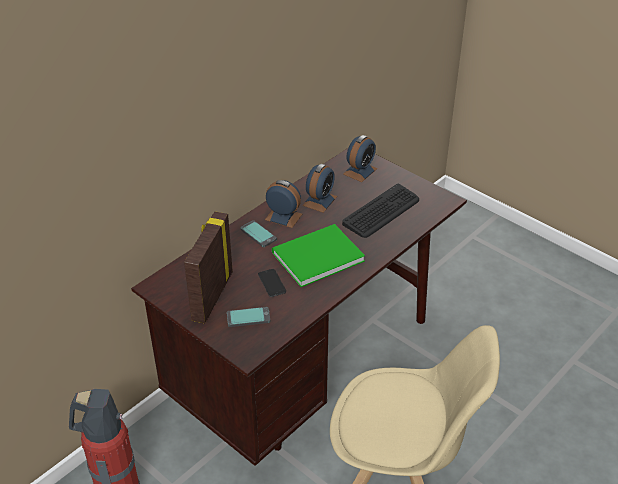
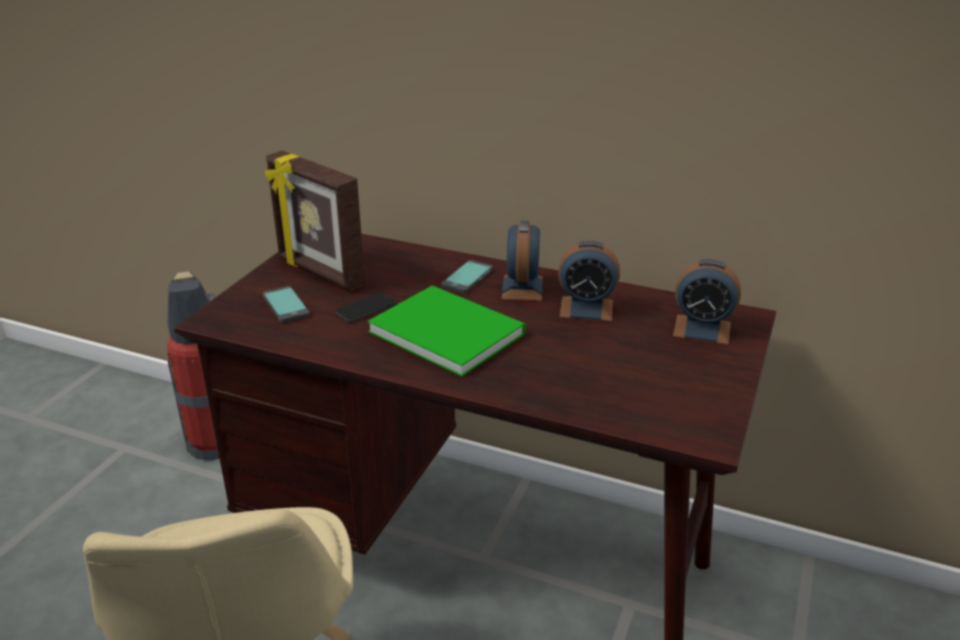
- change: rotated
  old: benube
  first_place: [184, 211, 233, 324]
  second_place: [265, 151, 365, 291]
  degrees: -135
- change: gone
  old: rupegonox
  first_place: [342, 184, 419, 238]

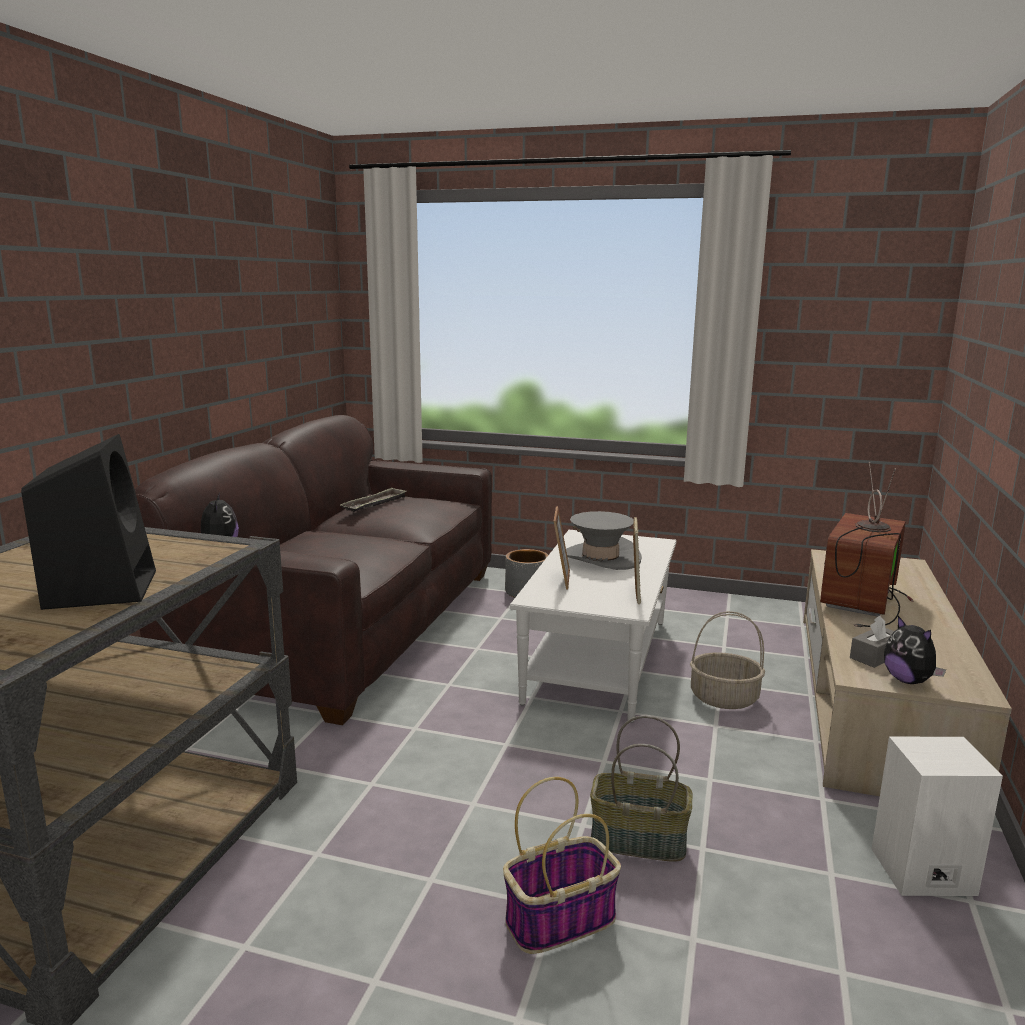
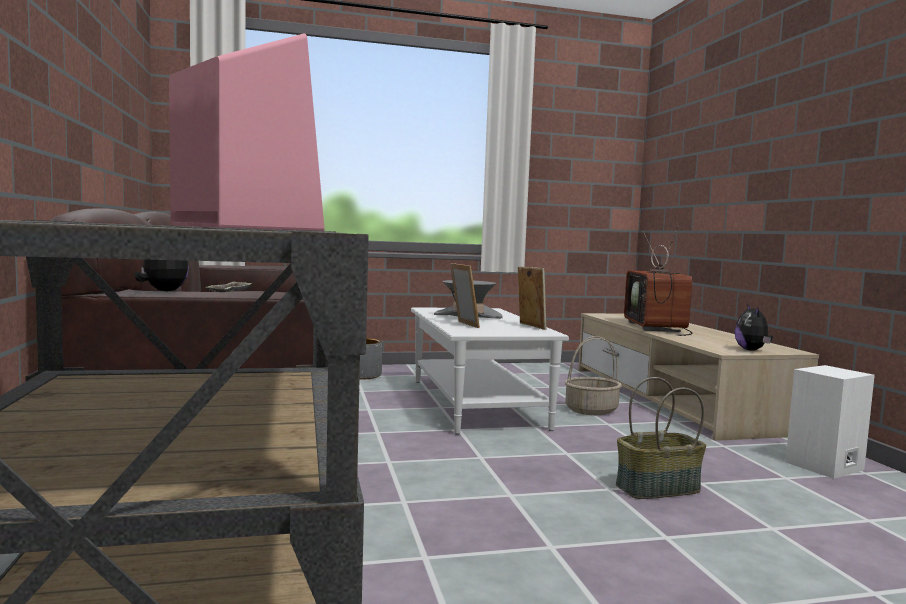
- change: repainted
  old: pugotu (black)
  new: pugotu (pink)
  first_place: [21, 434, 156, 610]
  second_place: [169, 33, 325, 231]
- change: gone
  old: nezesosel
  first_place: [503, 777, 621, 954]
- change: gone
  old: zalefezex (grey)
  first_place: [850, 616, 894, 668]
- change: rotated
  old: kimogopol
  first_place: [884, 616, 946, 684]
  second_place: [735, 304, 773, 351]
  degrees: 60

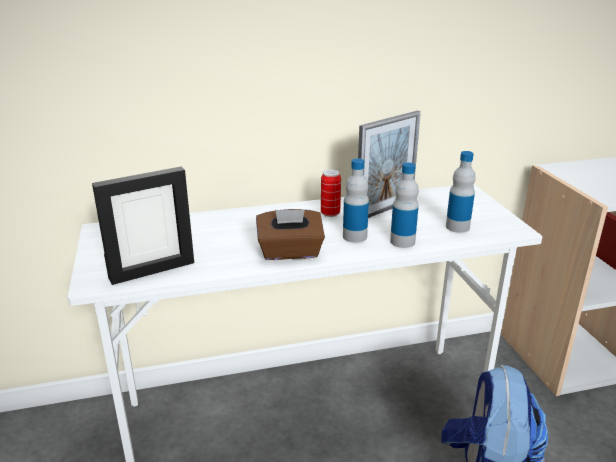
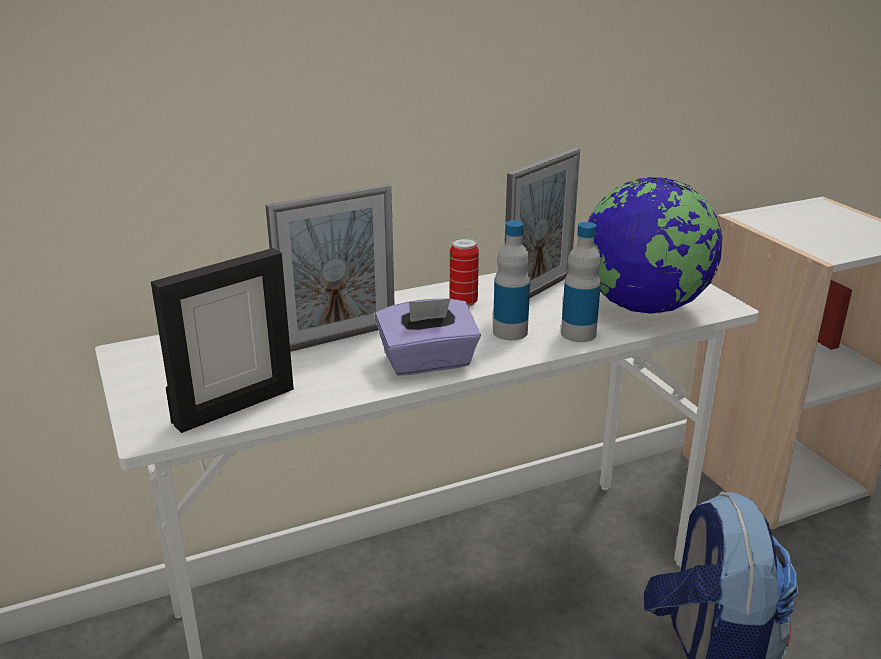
- change: repainted
  old: zalefezex (brown)
  new: zalefezex (purple)
  first_place: [256, 209, 325, 260]
  second_place: [375, 298, 481, 376]
- change: swapped
  old: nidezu
  new: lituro
  first_place: [446, 151, 476, 233]
  second_place: [588, 177, 722, 314]
- change: new
  new: benube
  second_place: [266, 184, 395, 352]

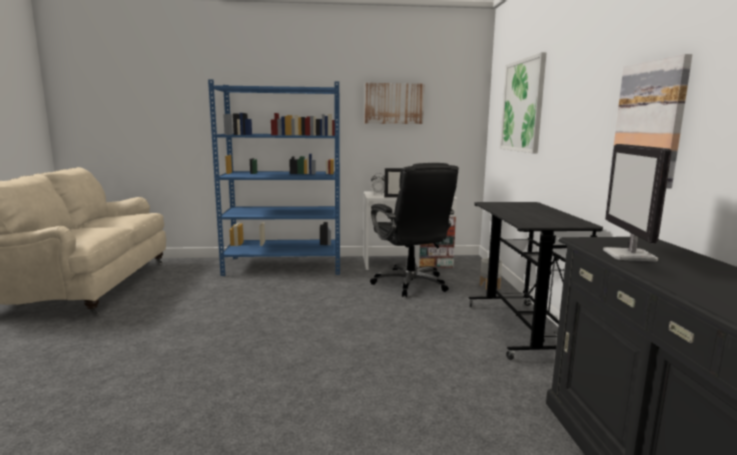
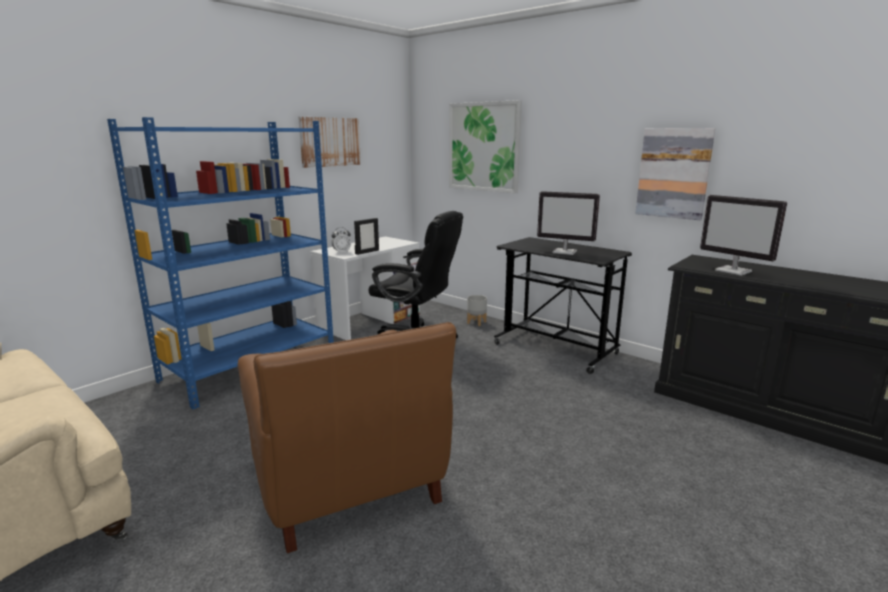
- change: new
  new: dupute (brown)
  second_place: [237, 322, 456, 553]
- change: new
  new: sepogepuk
  second_place: [537, 191, 600, 255]

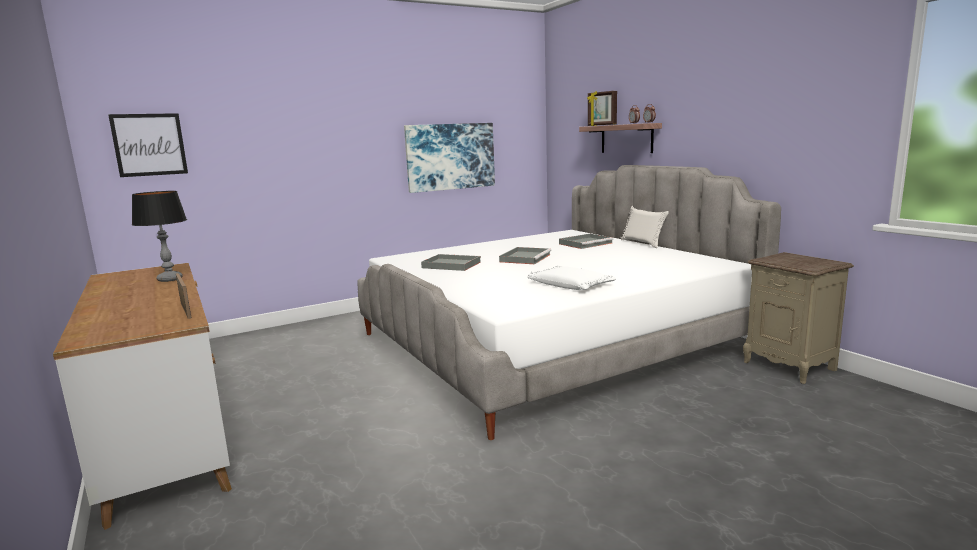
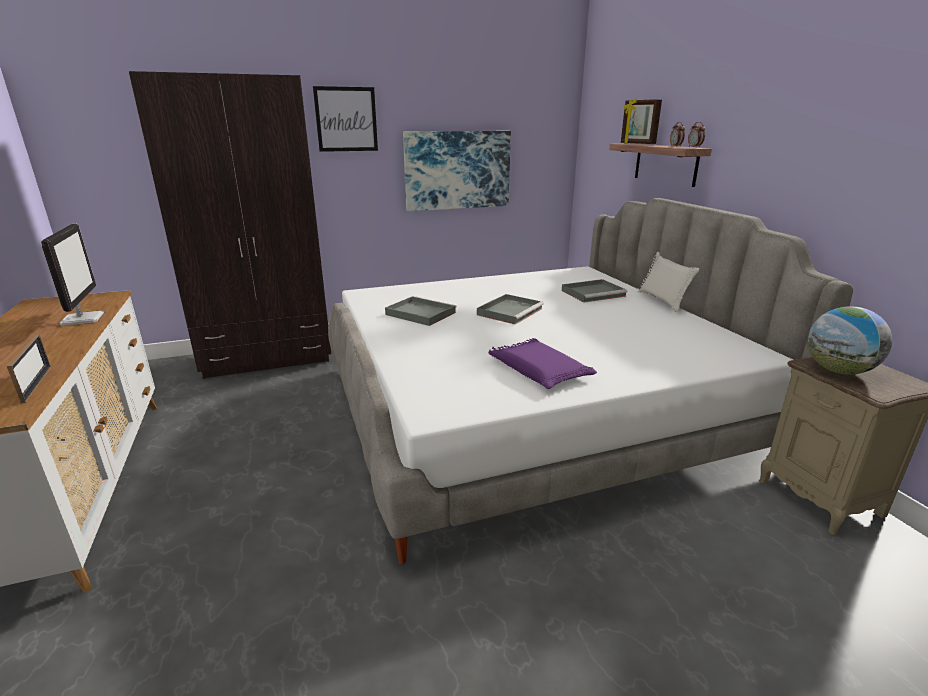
- change: shifted
  old: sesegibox
  first_place: [108, 113, 188, 177]
  second_place: [313, 86, 378, 152]
- change: swapped
  old: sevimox
  new: sepogepuk
  first_place: [132, 191, 187, 282]
  second_place: [41, 224, 104, 326]
- change: repainted
  old: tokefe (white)
  new: tokefe (purple)
  first_place: [527, 266, 616, 290]
  second_place: [488, 338, 597, 389]
- change: new
  new: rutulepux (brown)
  second_place: [129, 71, 331, 379]
- change: new
  new: lituro
  second_place: [808, 306, 892, 375]

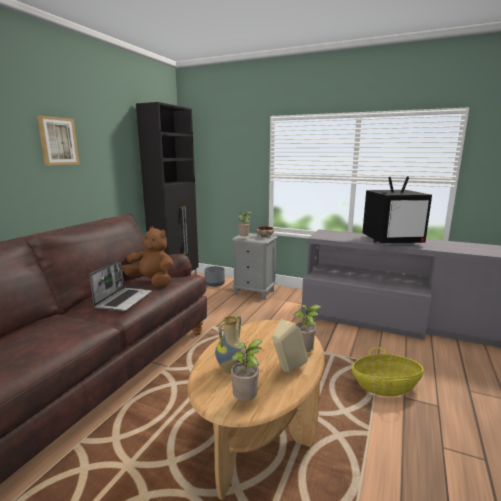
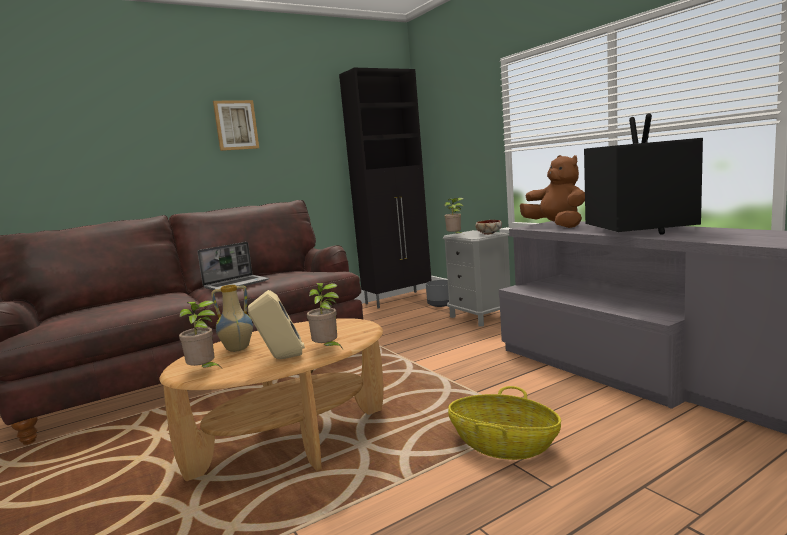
- change: shifted
  old: kimogopol (brown)
  first_place: [122, 226, 173, 287]
  second_place: [520, 155, 585, 228]
- change: rotated
  old: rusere
  first_place: [362, 176, 432, 244]
  second_place: [584, 113, 703, 235]
  degrees: -120

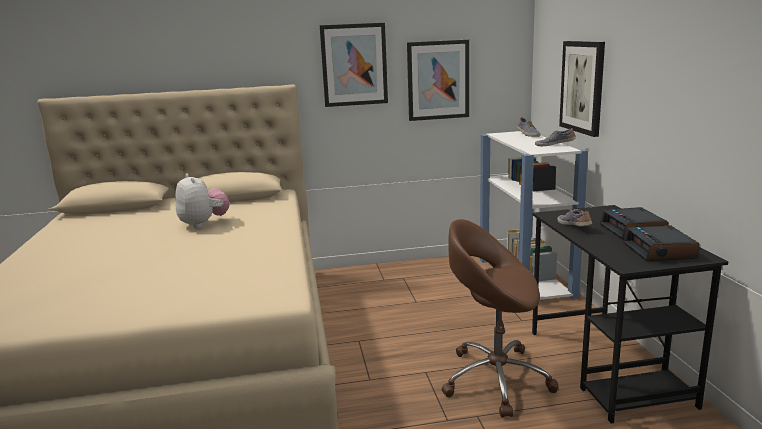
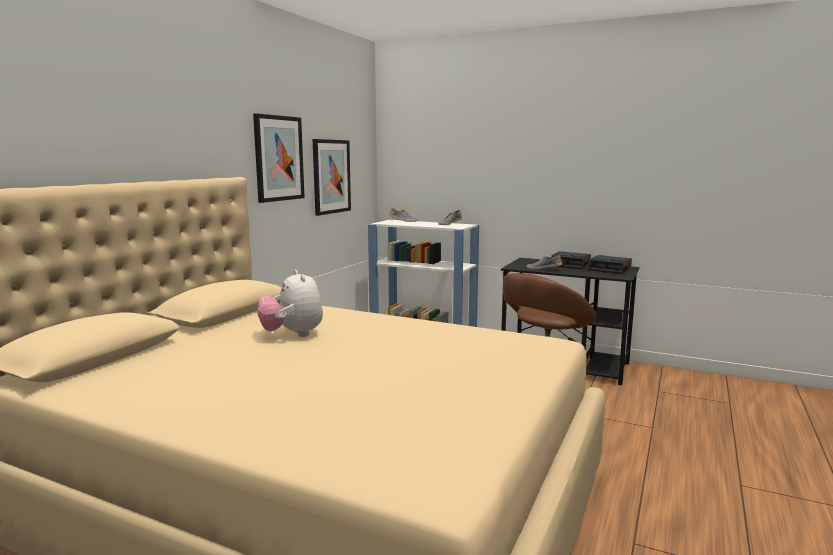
- change: rotated
  old: kimogopol
  first_place: [175, 174, 230, 228]
  second_place: [258, 270, 323, 337]
  degrees: -120
- change: gone
  old: sesegibox
  first_place: [559, 41, 605, 137]

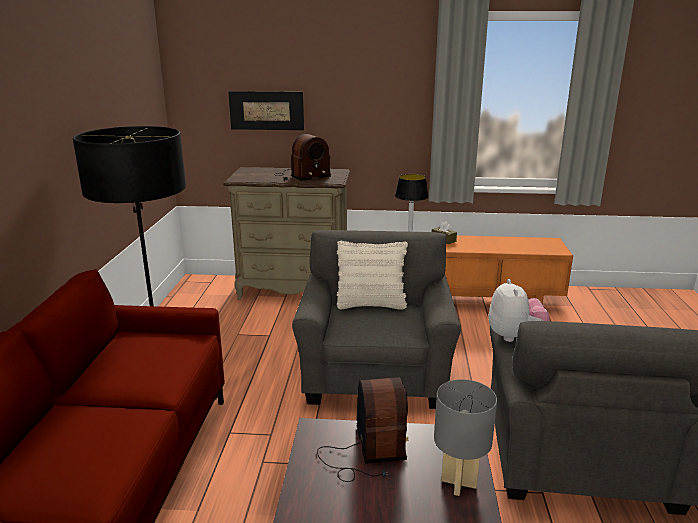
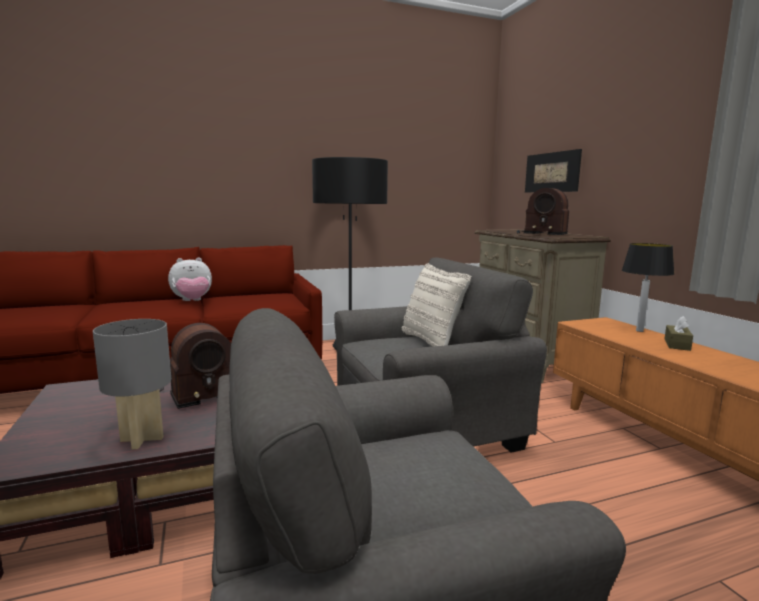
- change: shifted
  old: kimogopol
  first_place: [489, 279, 550, 342]
  second_place: [168, 257, 212, 301]

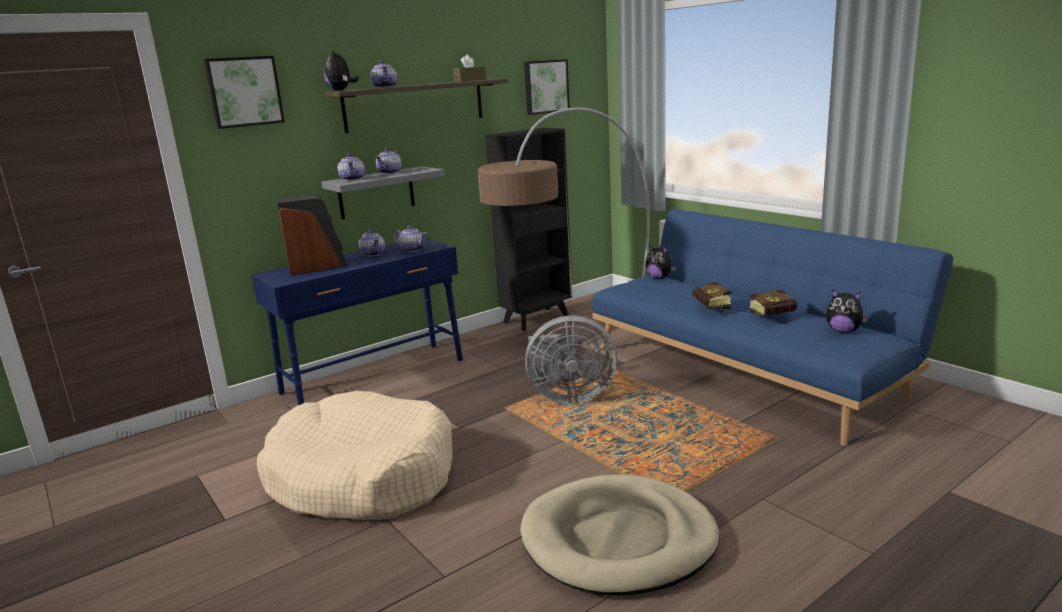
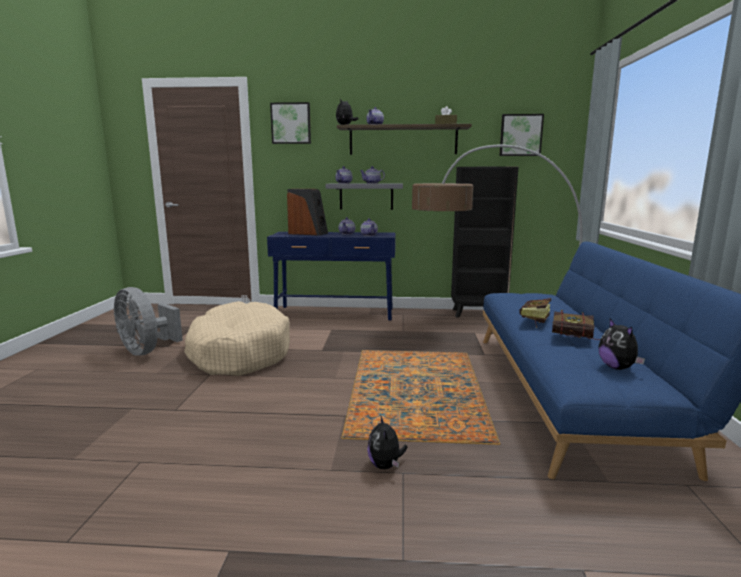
- change: gone
  old: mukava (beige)
  first_place: [520, 474, 719, 596]
- change: shifted
  old: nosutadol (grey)
  first_place: [525, 316, 617, 404]
  second_place: [114, 287, 183, 356]
- change: shifted
  old: kimogopol
  first_place: [646, 245, 676, 279]
  second_place: [367, 415, 407, 469]

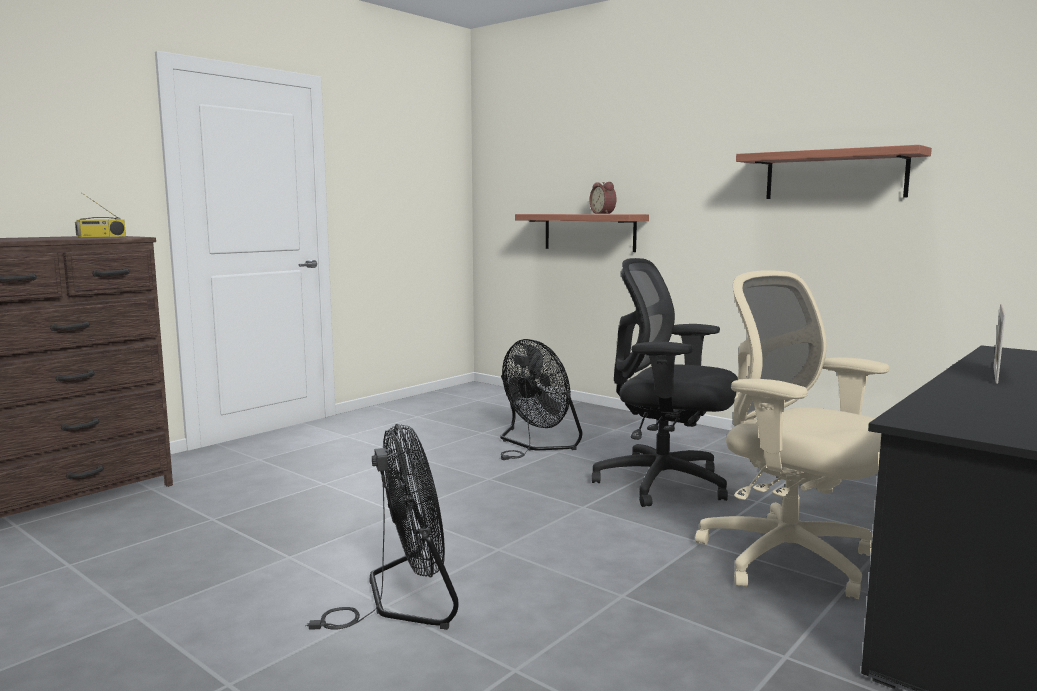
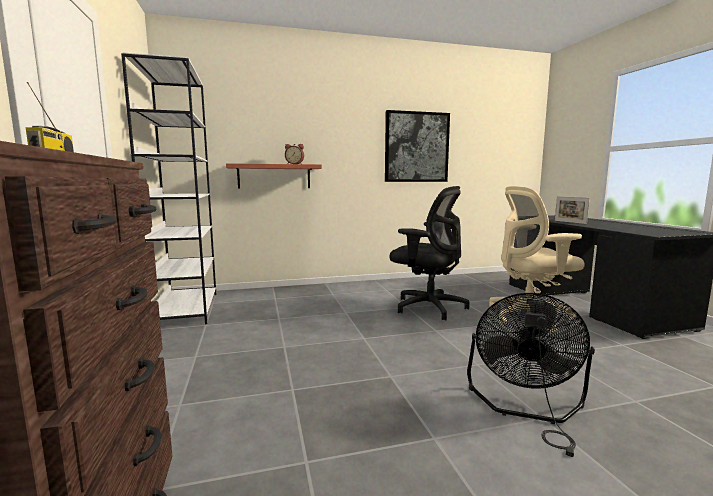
- change: gone
  old: nosutadol (black)
  first_place: [500, 339, 582, 460]
- change: rotated
  old: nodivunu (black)
  first_place: [592, 258, 738, 507]
  second_place: [389, 186, 469, 320]
  degrees: -120
- change: swapped
  old: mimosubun
  new: sesegibox
  first_place: [736, 145, 932, 199]
  second_place: [385, 110, 450, 182]
- change: new
  new: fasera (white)
  second_place: [121, 52, 217, 324]

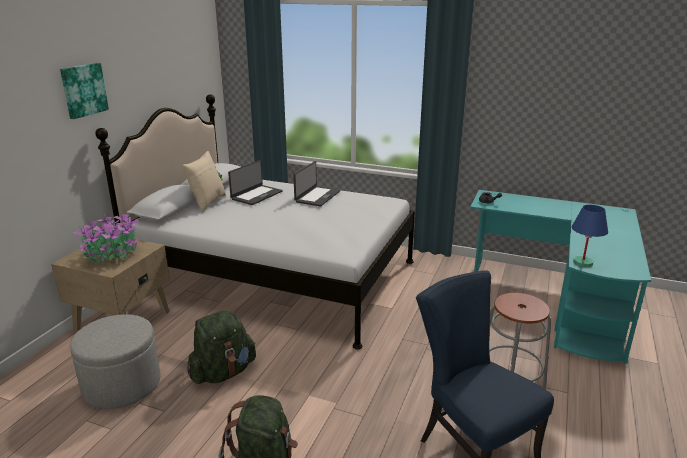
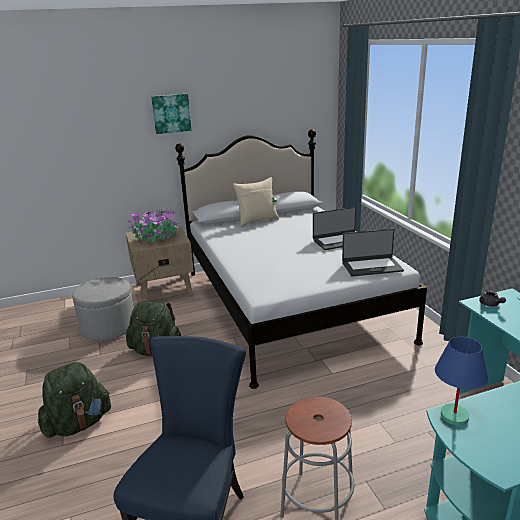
- change: shifted
  old: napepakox
  first_place: [228, 160, 283, 205]
  second_place: [342, 229, 404, 277]

